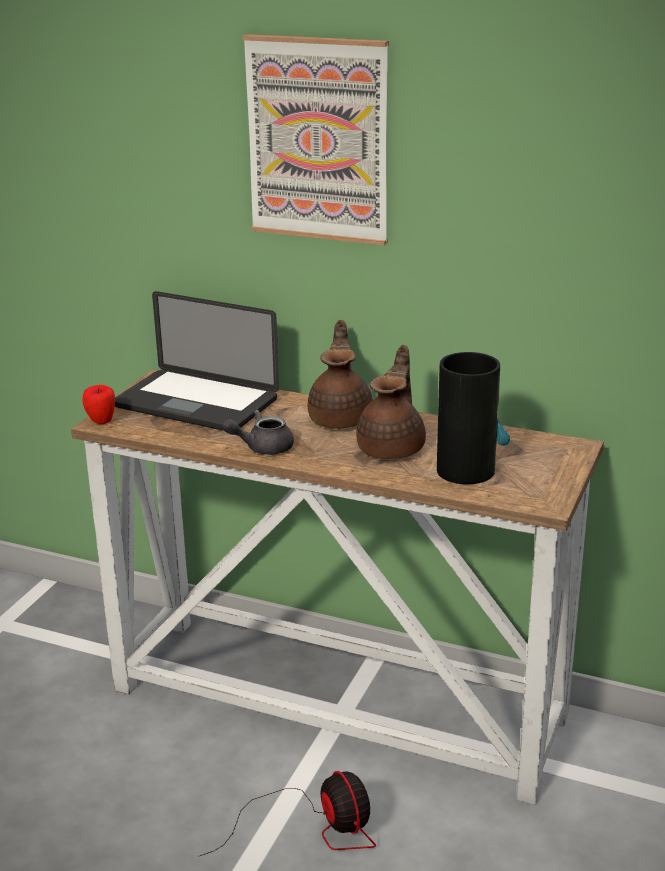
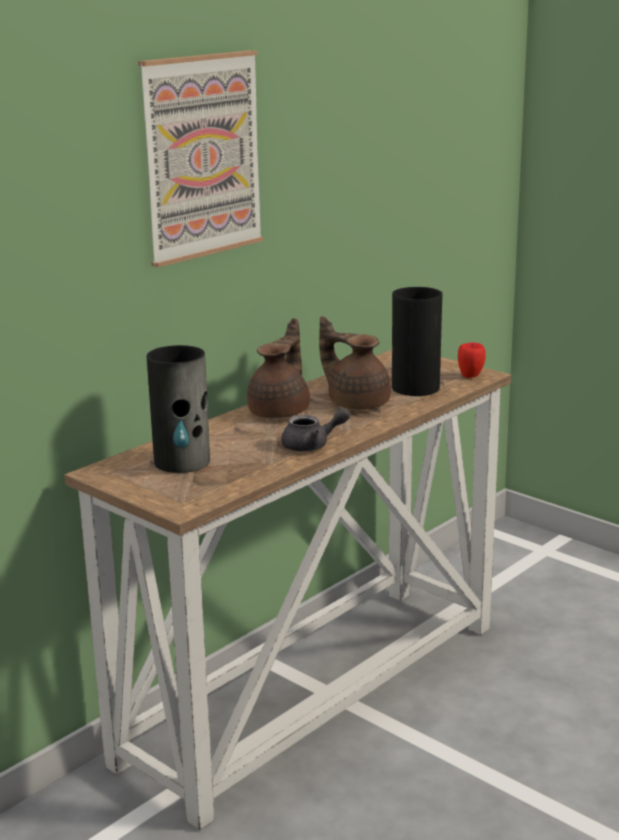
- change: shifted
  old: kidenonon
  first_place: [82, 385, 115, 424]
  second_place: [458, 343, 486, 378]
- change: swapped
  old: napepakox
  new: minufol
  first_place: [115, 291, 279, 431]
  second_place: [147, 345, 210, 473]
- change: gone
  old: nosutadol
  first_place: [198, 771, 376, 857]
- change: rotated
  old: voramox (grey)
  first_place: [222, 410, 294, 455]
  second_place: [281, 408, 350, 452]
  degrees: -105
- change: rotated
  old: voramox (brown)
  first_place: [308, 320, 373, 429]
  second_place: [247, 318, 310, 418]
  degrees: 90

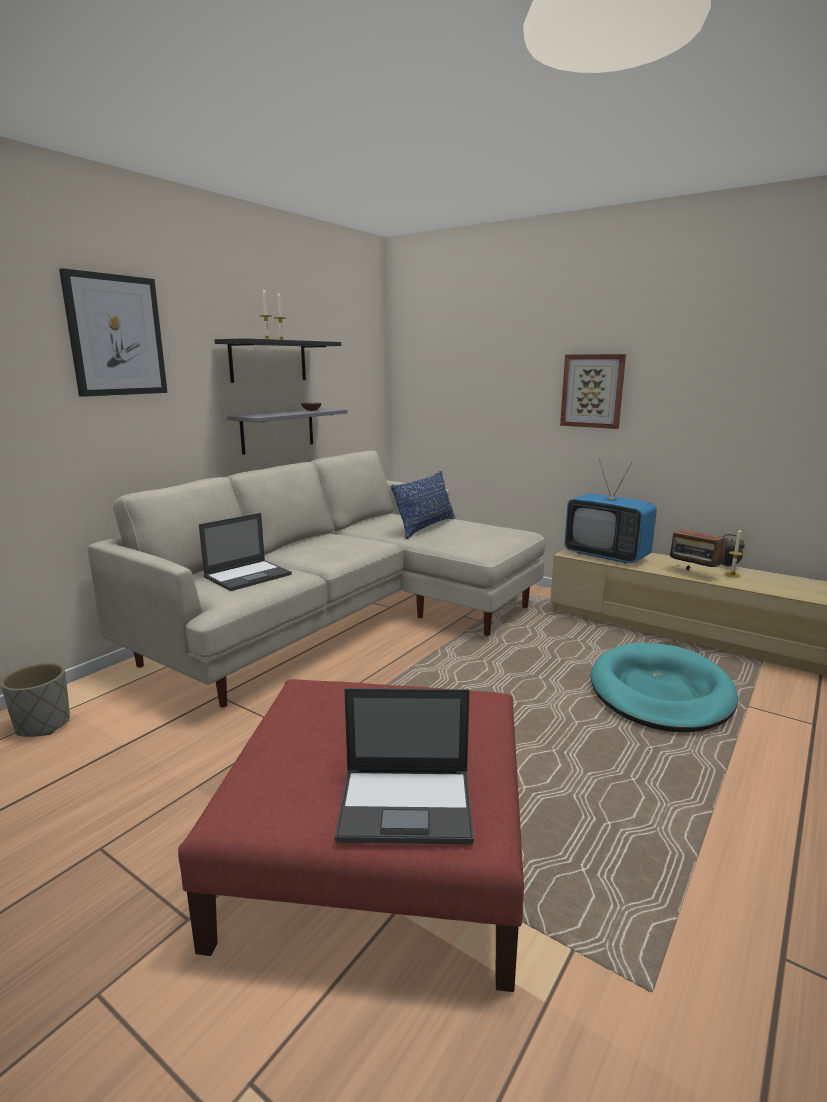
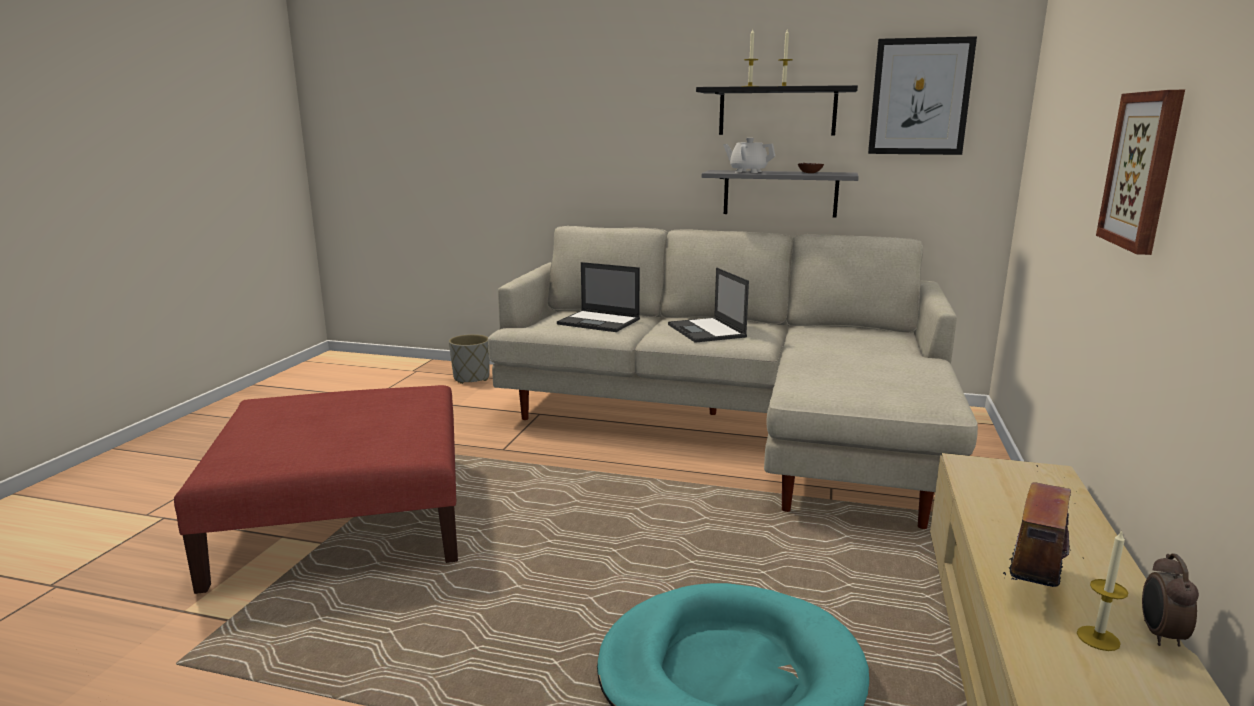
- change: shifted
  old: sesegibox
  first_place: [59, 268, 168, 397]
  second_place: [868, 36, 977, 155]
- change: shifted
  old: napepakox
  first_place: [335, 688, 474, 844]
  second_place: [668, 268, 749, 343]
- change: gone
  old: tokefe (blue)
  first_place: [391, 471, 455, 539]
- change: gone
  old: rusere
  first_place: [564, 459, 657, 564]
- change: new
  new: voramox (white)
  second_place: [723, 138, 775, 173]

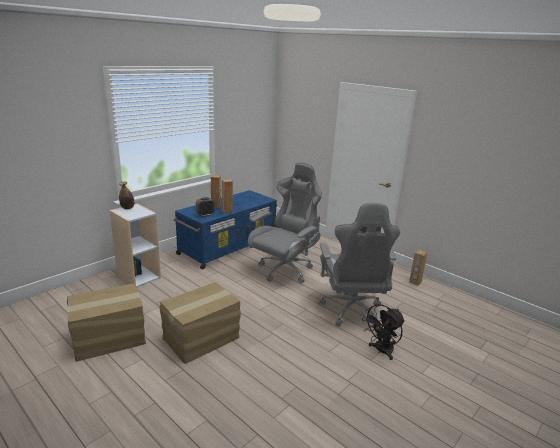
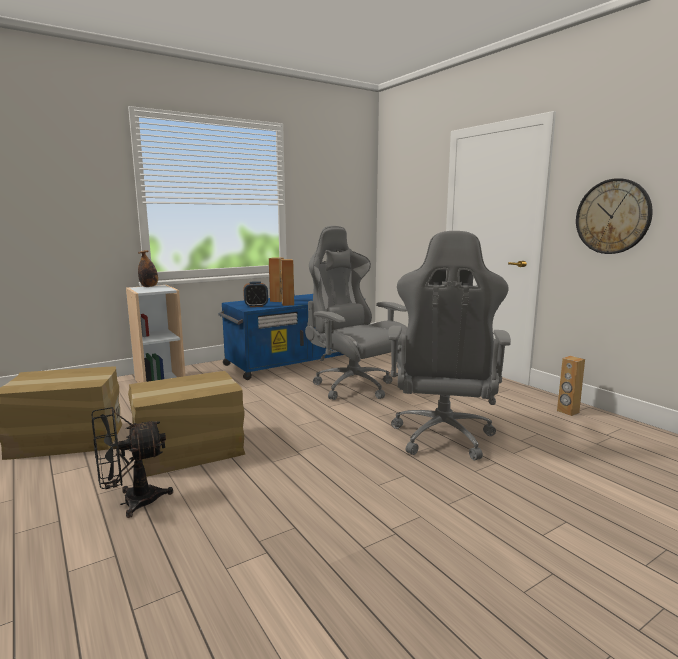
- change: rotated
  old: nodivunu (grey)
  first_place: [248, 162, 322, 283]
  second_place: [305, 226, 408, 400]
  degrees: -90
- change: shifted
  old: nosutadol (black)
  first_place: [362, 304, 405, 360]
  second_place: [92, 407, 173, 518]
- change: new
  new: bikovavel
  second_place: [576, 178, 653, 254]

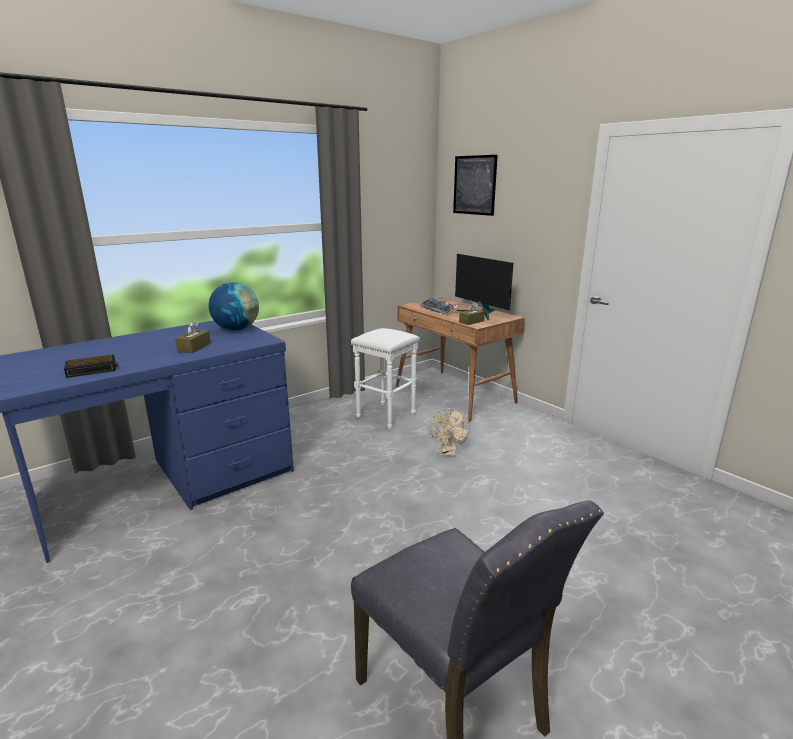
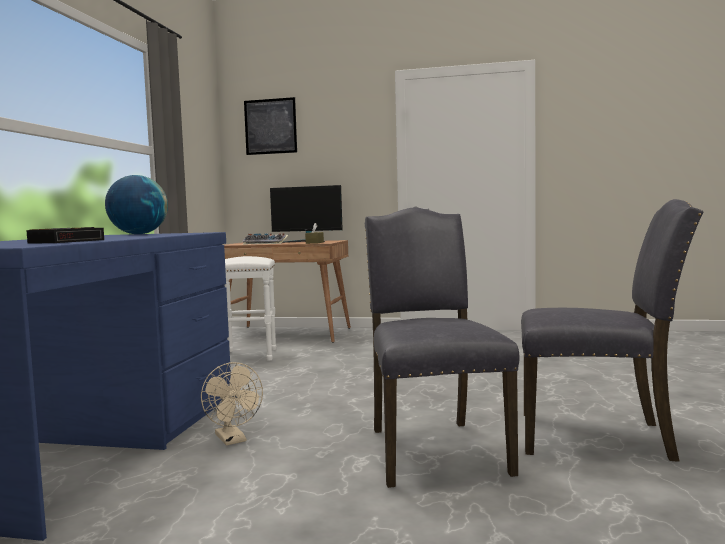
- change: gone
  old: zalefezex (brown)
  first_place: [175, 321, 211, 353]
- change: shifted
  old: nosutadol (beige)
  first_place: [430, 408, 470, 457]
  second_place: [201, 362, 263, 446]
- change: new
  new: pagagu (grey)
  second_place: [365, 208, 520, 488]

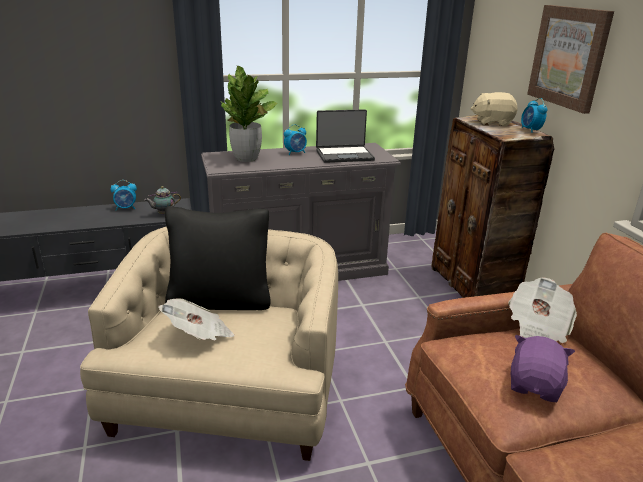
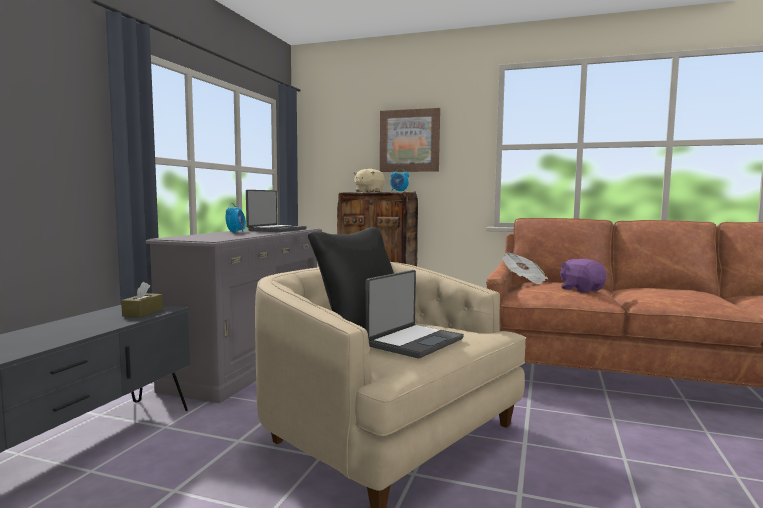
- change: gone
  old: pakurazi
  first_place: [110, 180, 137, 211]
- change: swapped
  old: voramox
  new: zalefezex (brown)
  first_place: [144, 186, 181, 215]
  second_place: [121, 282, 163, 318]
- change: swapped
  old: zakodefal
  new: napepakox
  first_place: [158, 298, 235, 340]
  second_place: [366, 270, 464, 358]
- change: gone
  old: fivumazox
  first_place: [221, 66, 278, 162]

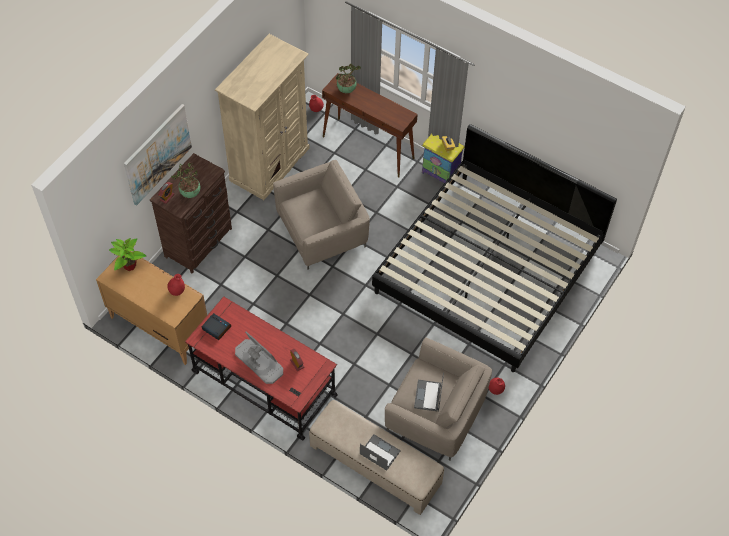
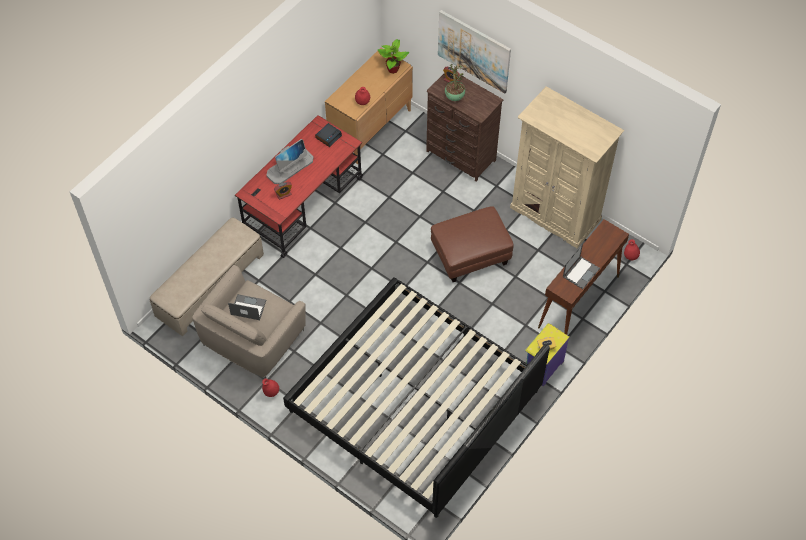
- change: swapped
  old: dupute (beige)
  new: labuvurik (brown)
  first_place: [273, 160, 370, 270]
  second_place: [431, 206, 514, 282]
- change: gone
  old: fivumazox
  first_place: [336, 64, 361, 93]
- change: shifted
  old: napepakox
  first_place: [360, 434, 401, 471]
  second_place: [563, 244, 600, 289]

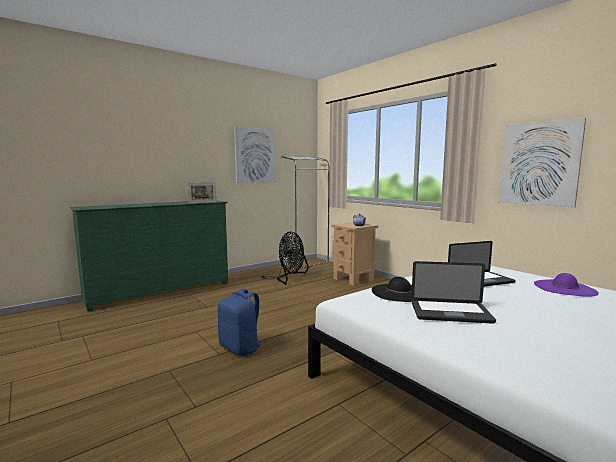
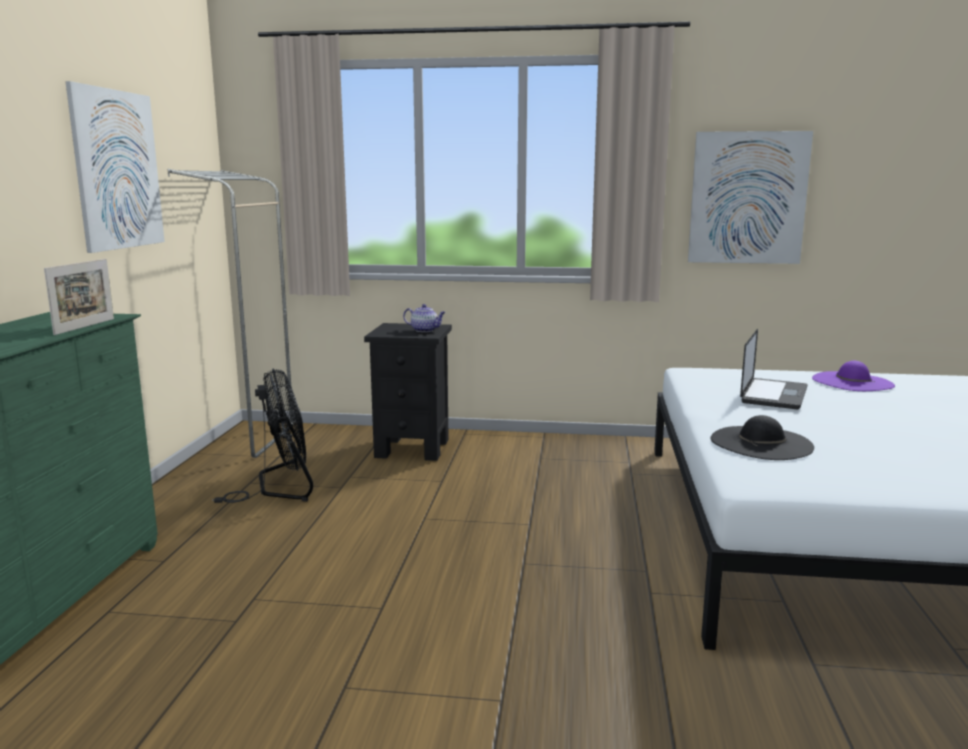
- change: gone
  old: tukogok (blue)
  first_place: [218, 289, 265, 356]
- change: repainted
  old: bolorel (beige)
  new: bolorel (black)
  first_place: [331, 222, 378, 286]
  second_place: [364, 323, 452, 461]
- change: gone
  old: napepakox
  first_place: [411, 261, 496, 324]

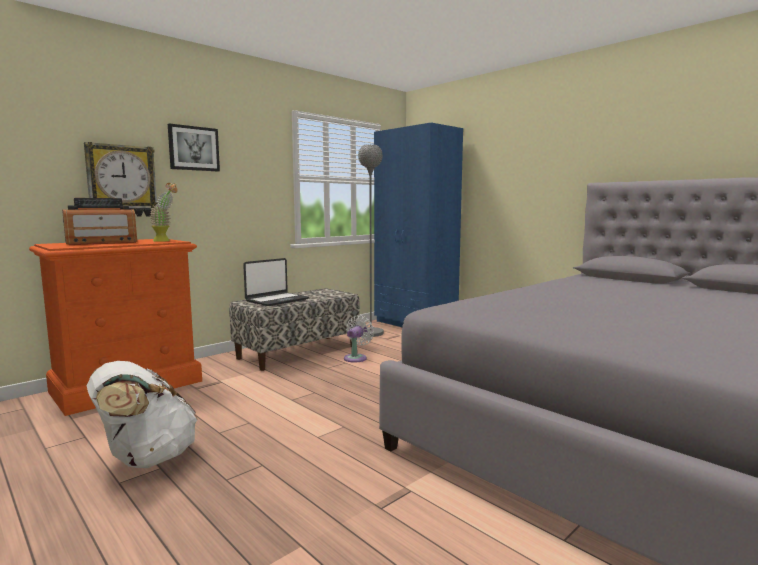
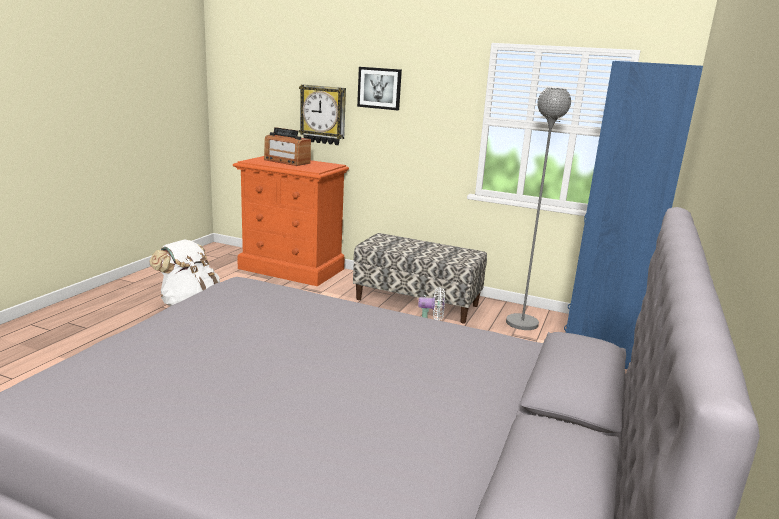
- change: gone
  old: fivumazox
  first_place: [149, 183, 178, 242]
- change: gone
  old: napepakox
  first_place: [243, 258, 309, 306]

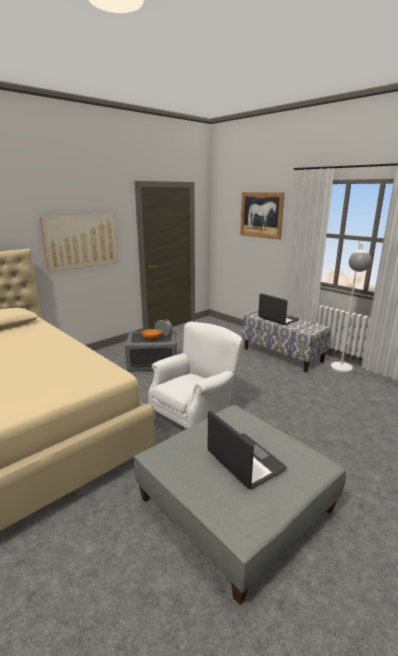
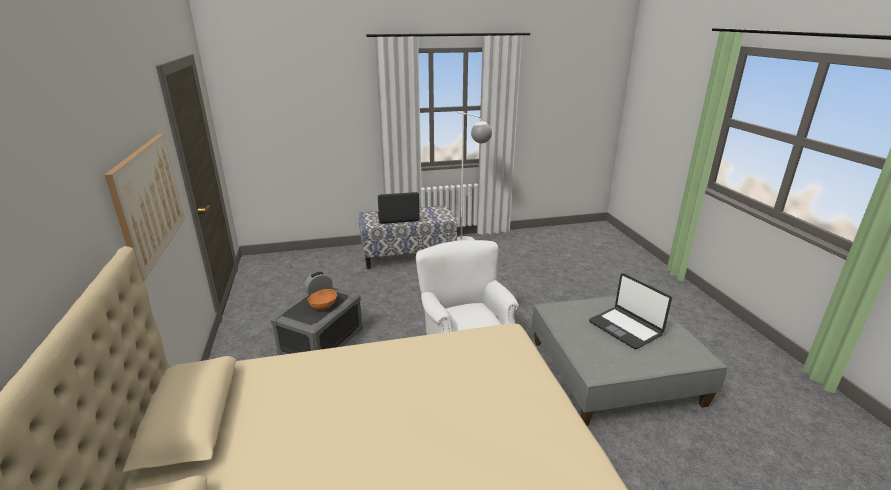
- change: rotated
  old: napepakox
  first_place: [208, 411, 287, 489]
  second_place: [589, 273, 672, 349]
  degrees: -120
- change: gone
  old: sesegibox
  first_place: [240, 192, 284, 240]

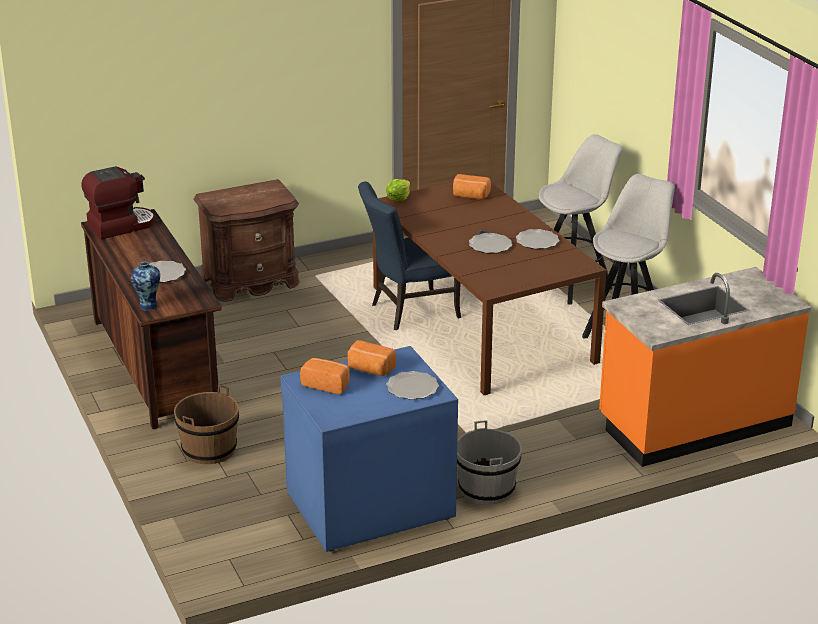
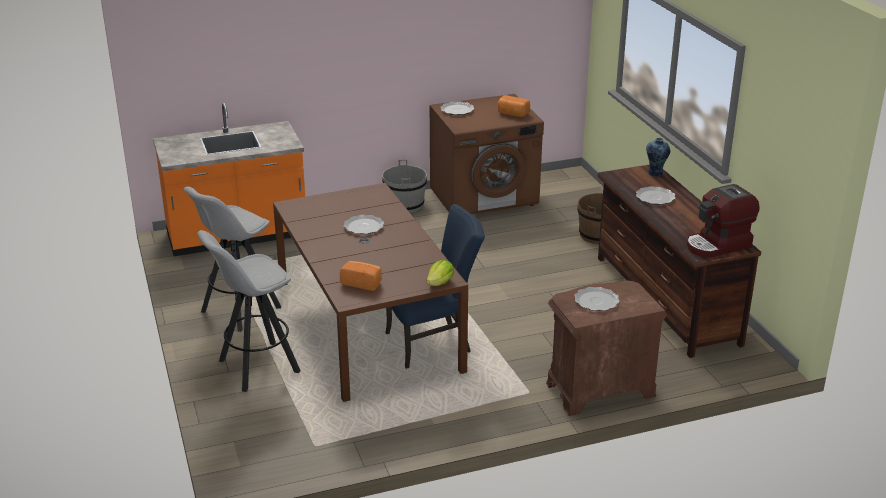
- change: repainted
  old: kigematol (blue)
  new: kigematol (brown)
  first_place: [280, 346, 458, 552]
  second_place: [430, 94, 544, 214]
- change: gone
  old: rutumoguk
  first_place: [348, 340, 396, 376]
- change: shifted
  old: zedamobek
  first_place: [516, 229, 559, 249]
  second_place: [574, 287, 620, 311]

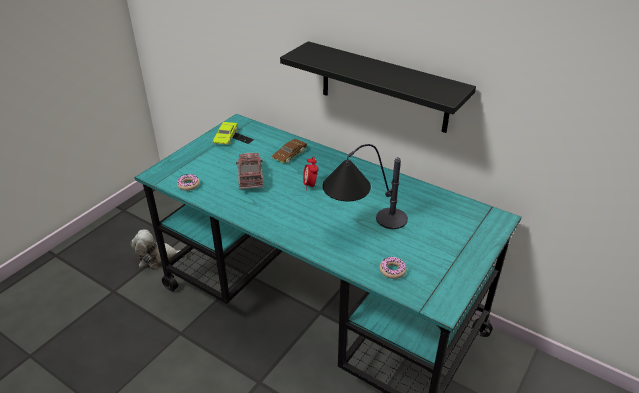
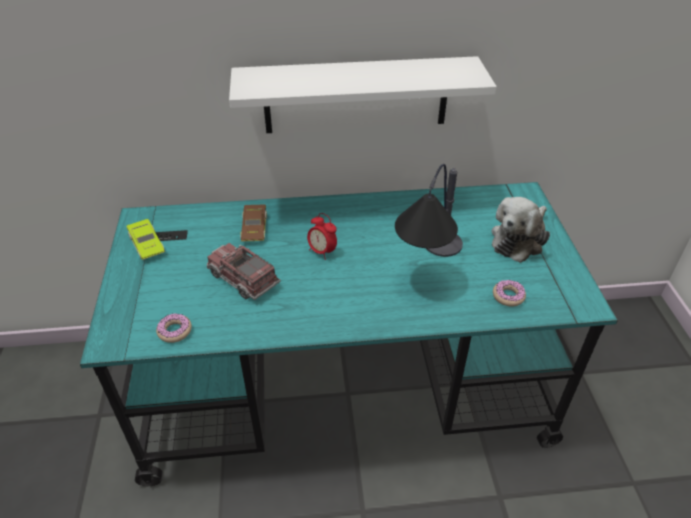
- change: shifted
  old: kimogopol
  first_place: [131, 230, 189, 270]
  second_place: [491, 197, 550, 263]
- change: repainted
  old: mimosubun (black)
  new: mimosubun (white)
  first_place: [280, 41, 476, 133]
  second_place: [229, 56, 496, 133]

